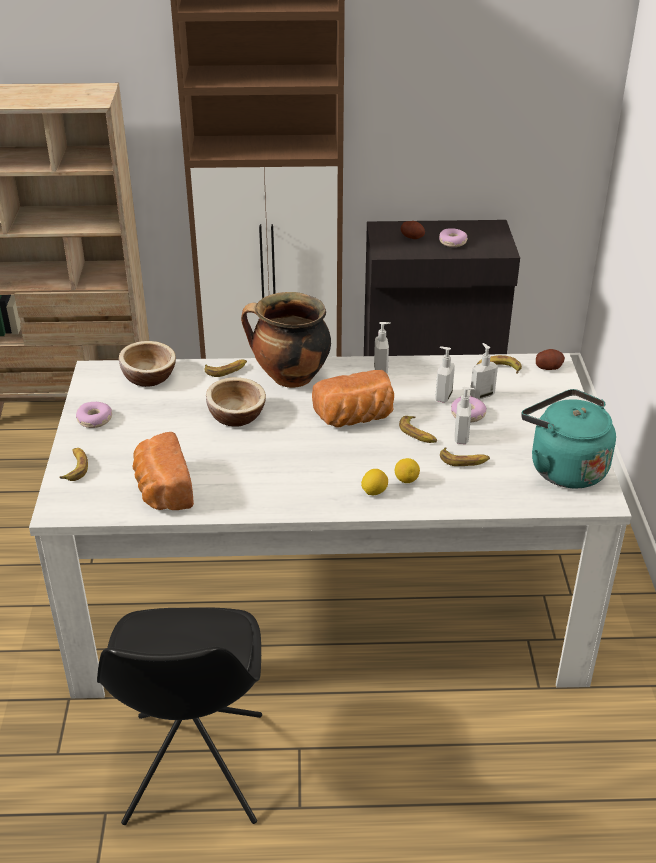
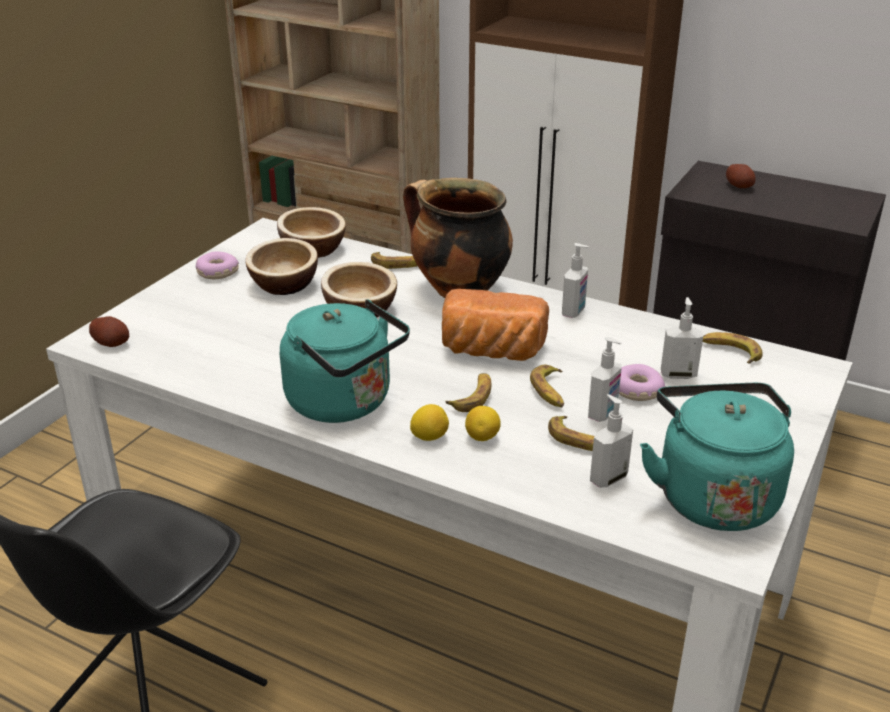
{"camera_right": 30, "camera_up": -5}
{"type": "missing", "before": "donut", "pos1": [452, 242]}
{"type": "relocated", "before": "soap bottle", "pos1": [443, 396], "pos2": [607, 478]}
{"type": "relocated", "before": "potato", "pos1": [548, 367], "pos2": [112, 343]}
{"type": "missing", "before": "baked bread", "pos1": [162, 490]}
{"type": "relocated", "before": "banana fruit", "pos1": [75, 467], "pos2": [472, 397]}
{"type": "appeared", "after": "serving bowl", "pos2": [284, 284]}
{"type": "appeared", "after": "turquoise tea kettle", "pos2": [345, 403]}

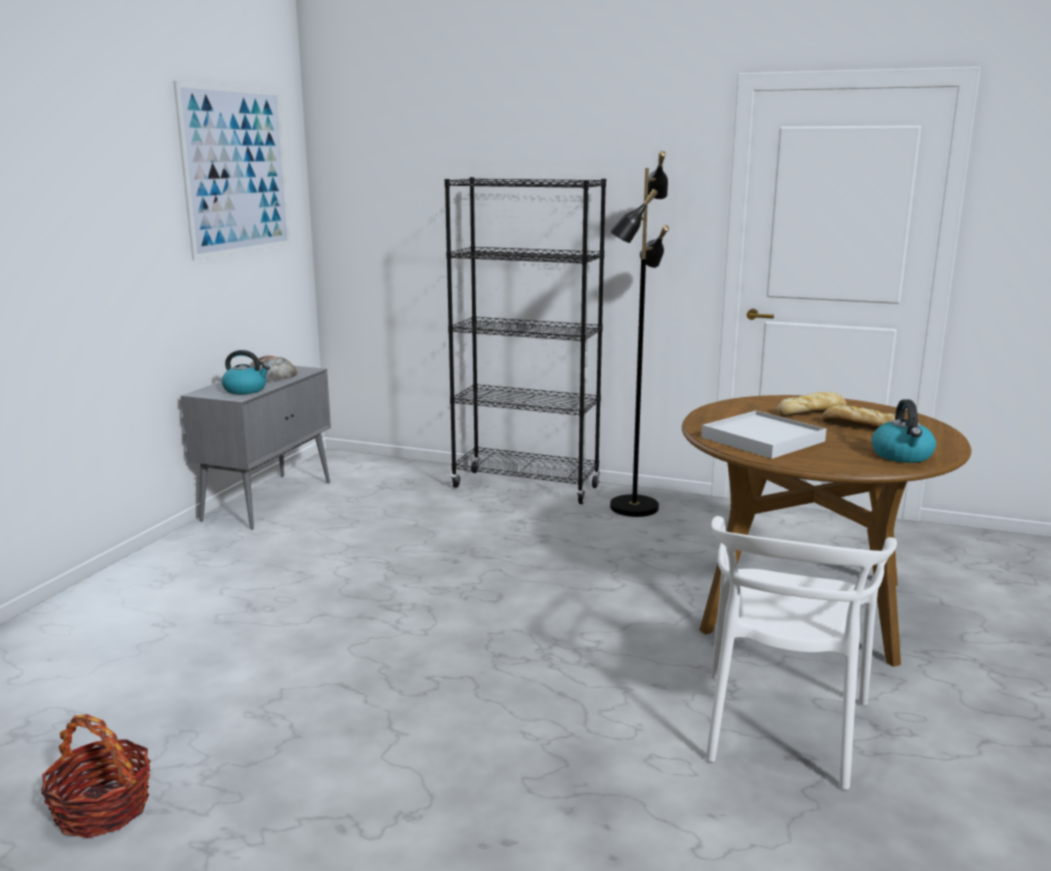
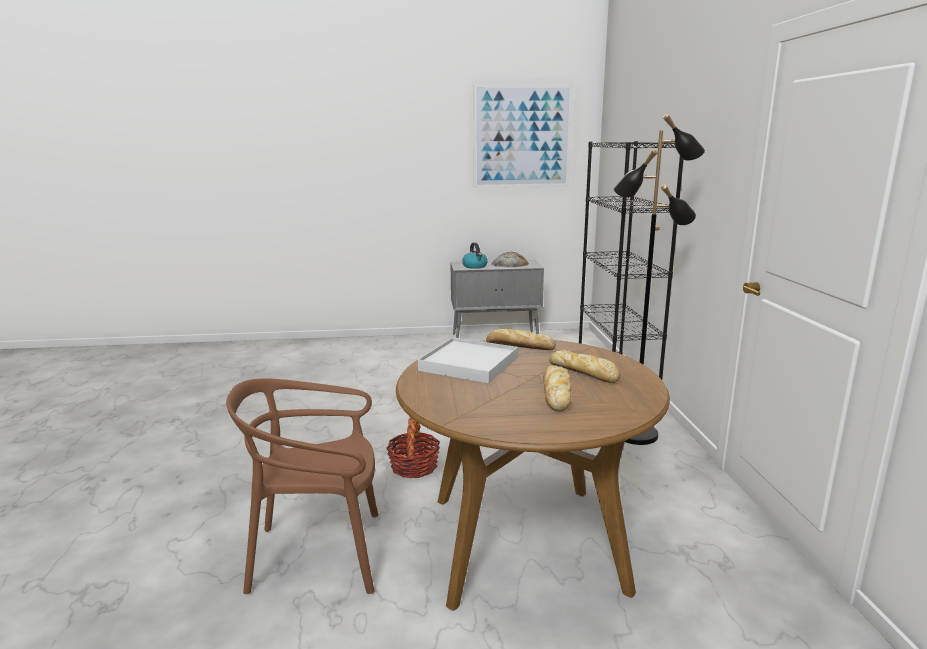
{"camera_right": 65, "camera_up": 0}
{"type": "missing", "before": "tea kettle", "pos1": [902, 456]}
{"type": "colour", "before": "white chair", "after": "brown-coloured chair", "pos1": [782, 726], "pos2": [319, 554]}
{"type": "relocated", "before": "basket", "pos1": [103, 809], "pos2": [414, 467]}
{"type": "appeared", "after": "baked bread", "pos2": [518, 346]}

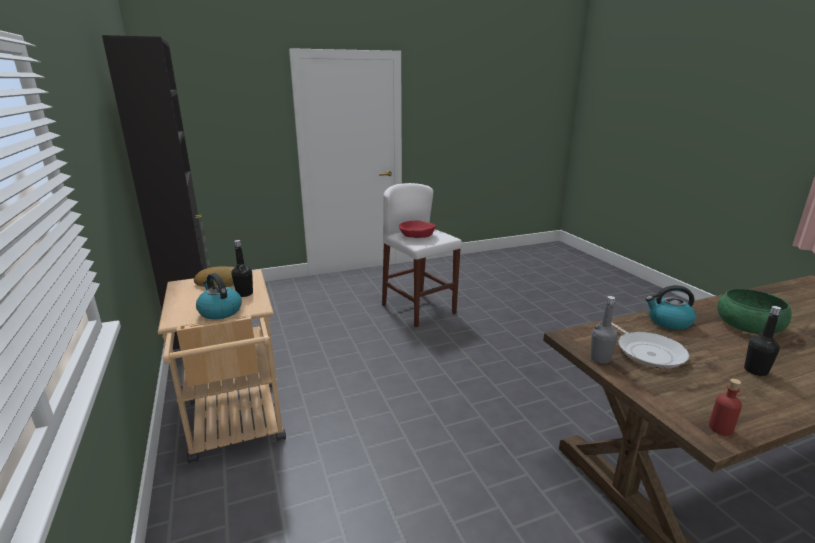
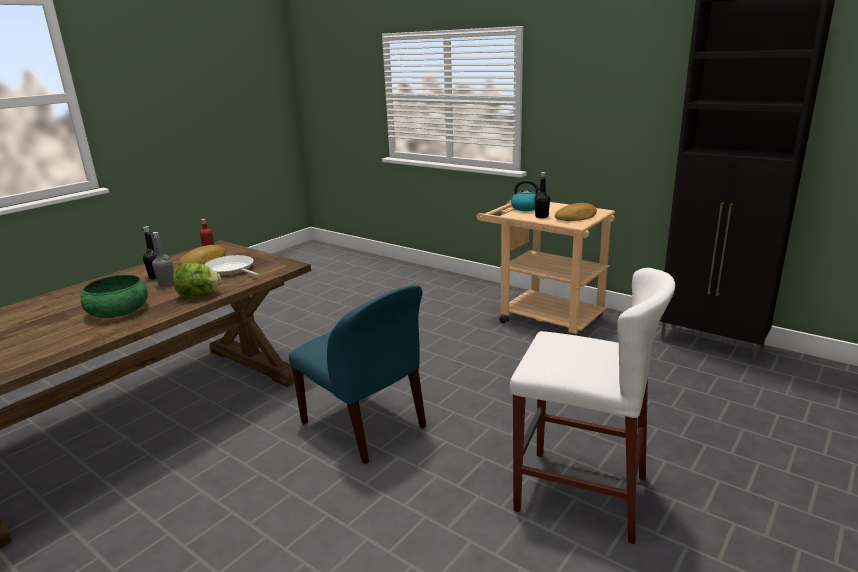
{"camera_right": 150, "camera_up": 0}
{"type": "missing", "before": "red-coloured serving bowl", "pos1": [417, 236]}
{"type": "exchanged", "before": "tea kettle", "after": "head of lettuce", "pos1": [668, 322], "pos2": [198, 295]}
{"type": "relocated", "before": "gray bottle", "pos1": [600, 359], "pos2": [166, 284]}
{"type": "appeared", "after": "baked bread", "pos2": [204, 261]}
{"type": "appeared", "after": "blue-coloured chair", "pos2": [365, 426]}

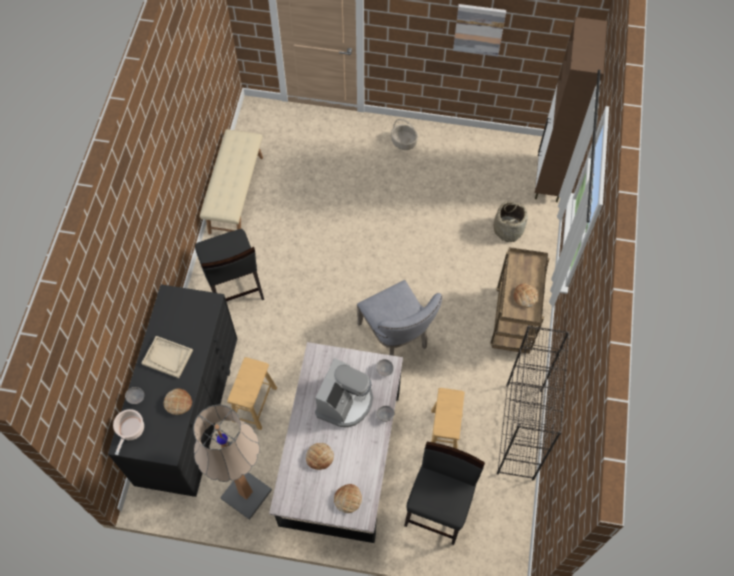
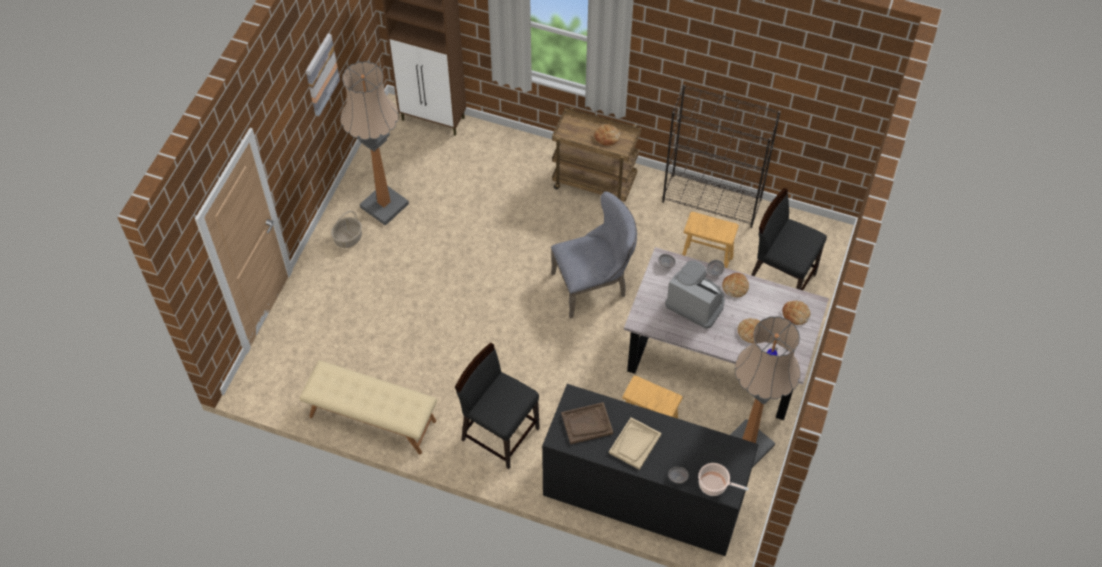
{"camera_right": -80, "camera_up": -5}
{"type": "missing", "before": "basket", "pos1": [508, 229]}
{"type": "spun", "before": "blackish chair", "pos1": [234, 287], "pos2": [500, 433], "turn": -135}
{"type": "relocated", "before": "baked bread", "pos1": [178, 402], "pos2": [735, 286]}
{"type": "appeared", "after": "standing lamp", "pos2": [384, 205]}
{"type": "appeared", "after": "brown-coloured carrying tray", "pos2": [587, 424]}

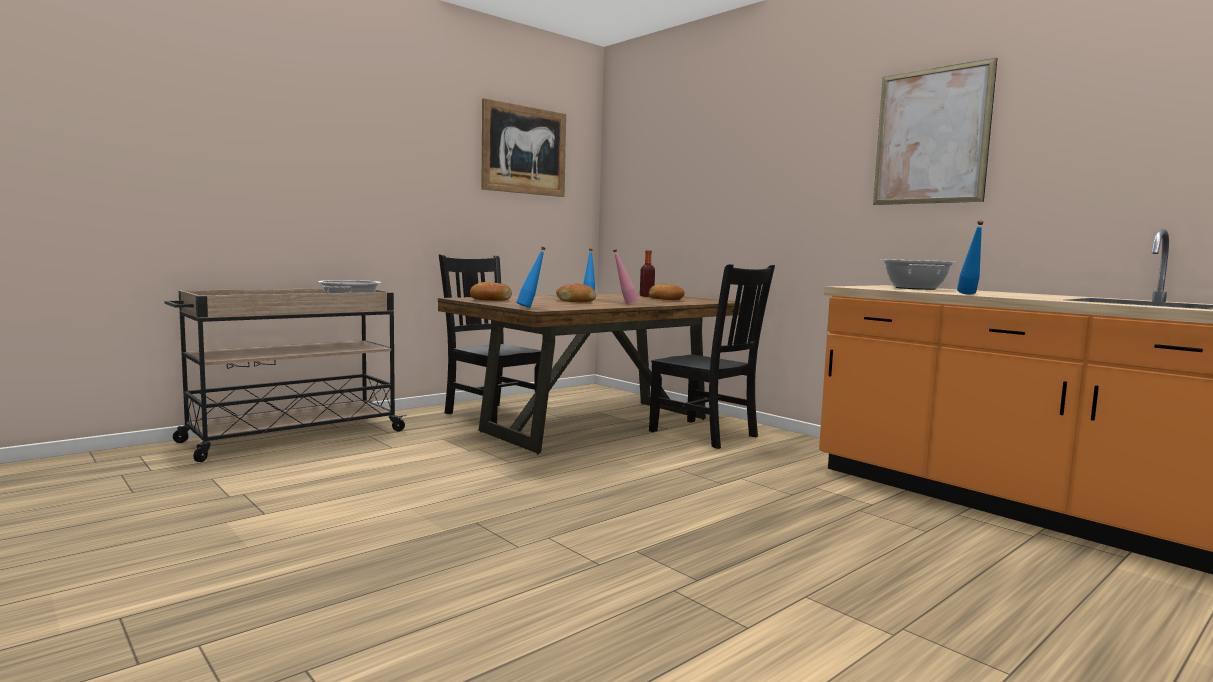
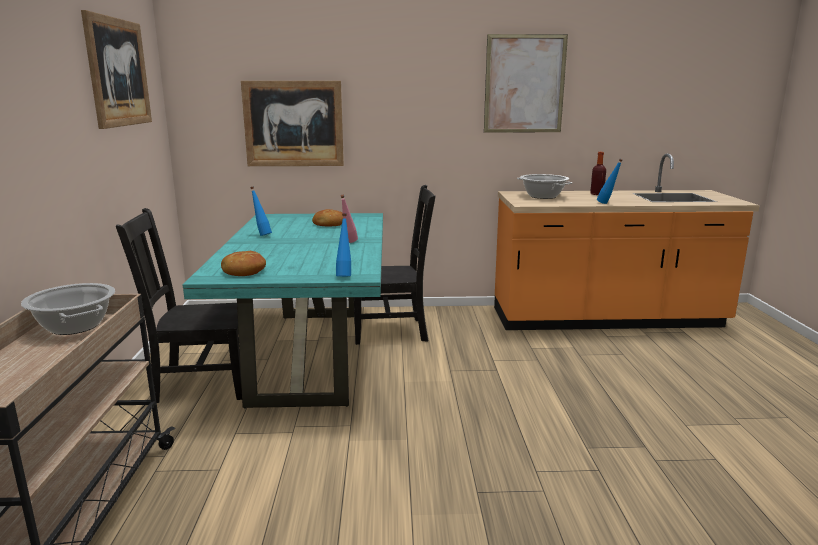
{"camera_right": -50, "camera_up": 10}
{"type": "relocated", "before": "bottle", "pos1": [646, 296], "pos2": [597, 194]}
{"type": "missing", "before": "baked bread", "pos1": [576, 301]}
{"type": "colour", "before": "brown-coloured kitchen table", "after": "turquoise kitchen table", "pos1": [598, 425], "pos2": [310, 354]}
{"type": "appeared", "after": "picture", "pos2": [293, 124]}

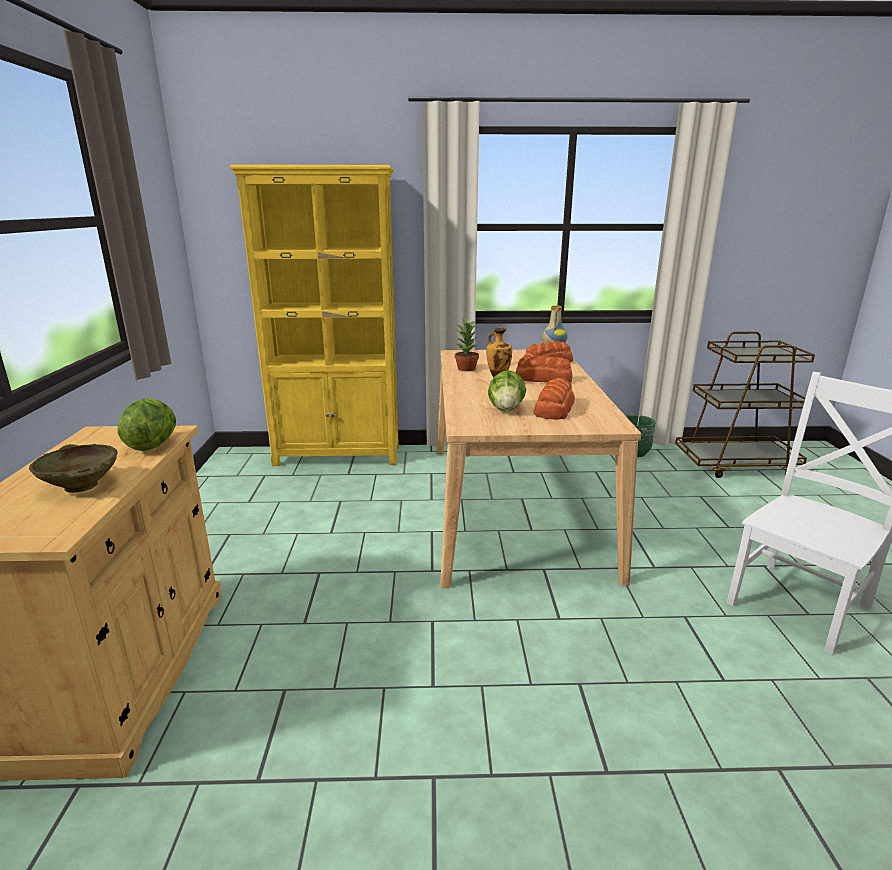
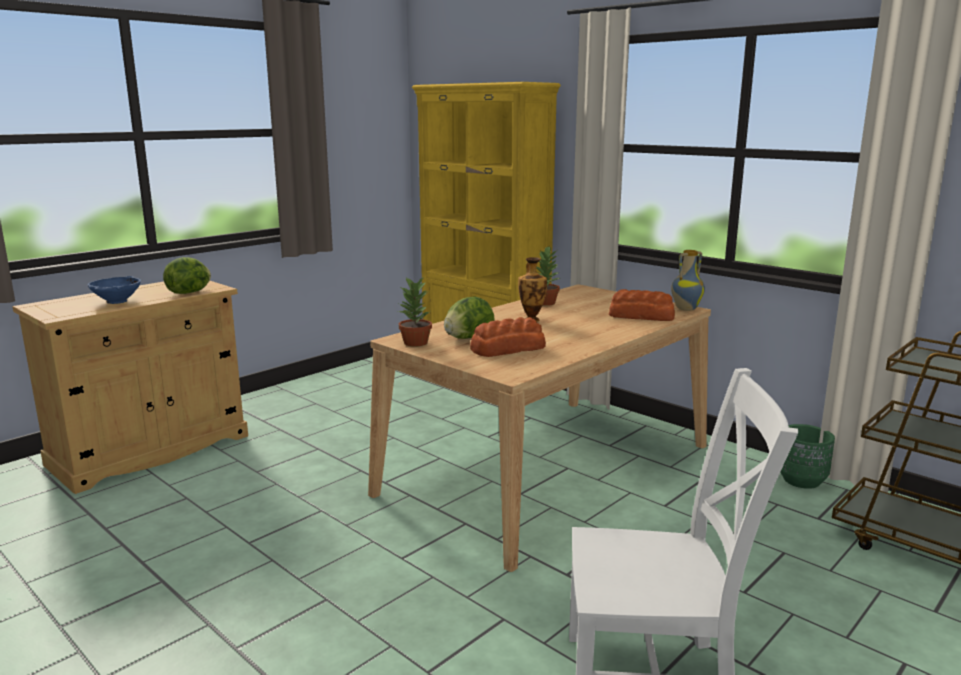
{"camera_right": 45, "camera_up": -5}
{"type": "missing", "before": "baked bread", "pos1": [543, 379]}
{"type": "colour", "before": "beige-coloured serving bowl", "after": "blue-coloured serving bowl", "pos1": [81, 486], "pos2": [117, 301]}
{"type": "appeared", "after": "potted plant", "pos2": [416, 343]}

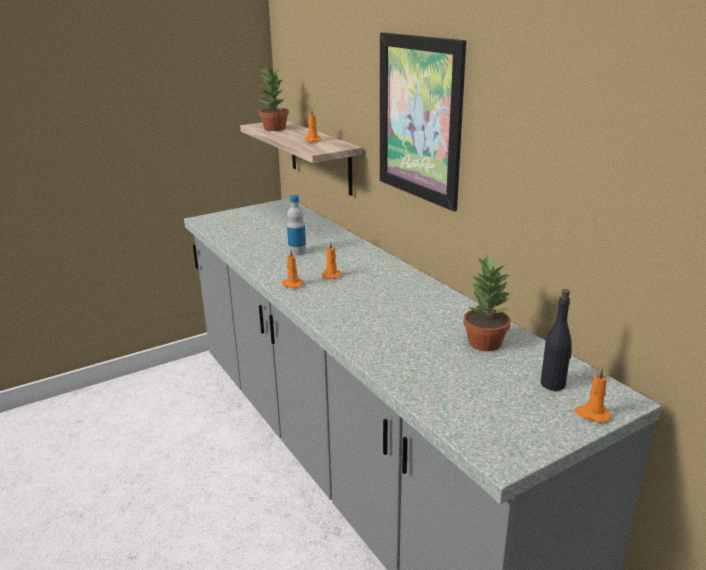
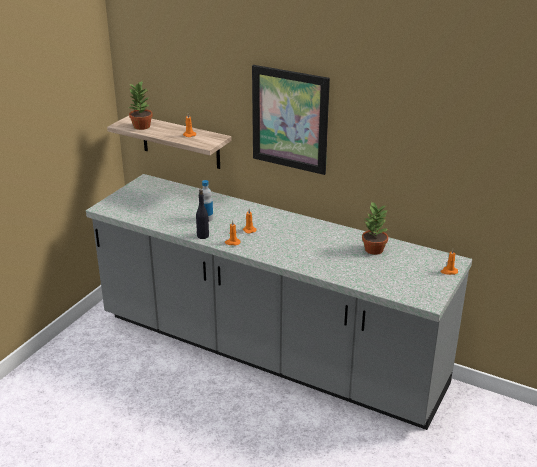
{"camera_right": -30, "camera_up": 5}
{"type": "relocated", "before": "blackish bottle", "pos1": [553, 384], "pos2": [203, 236]}

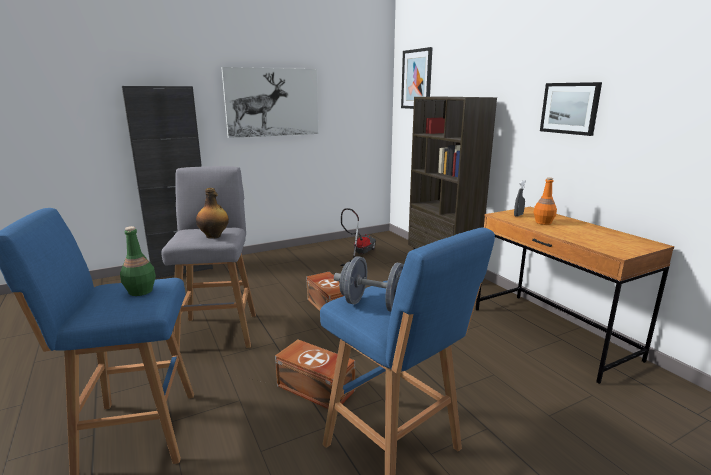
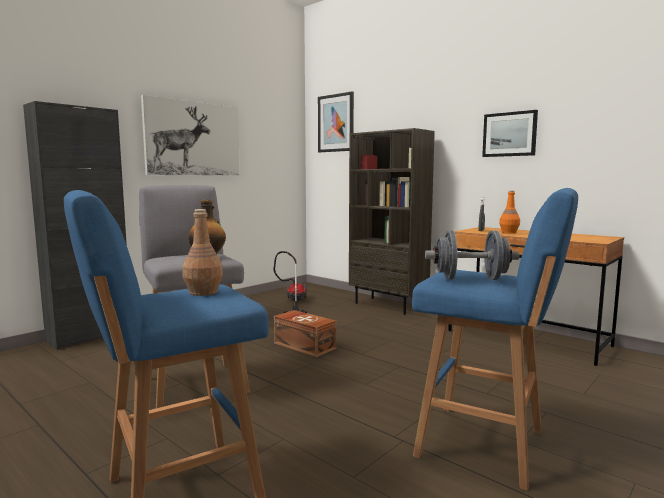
{"camera_right": -20, "camera_up": -10}
{"type": "colour", "before": "greenish bottle", "after": "brown-coloured bottle", "pos1": [141, 291], "pos2": [204, 292]}
{"type": "missing", "before": "brown-coloured storage bin", "pos1": [315, 389]}

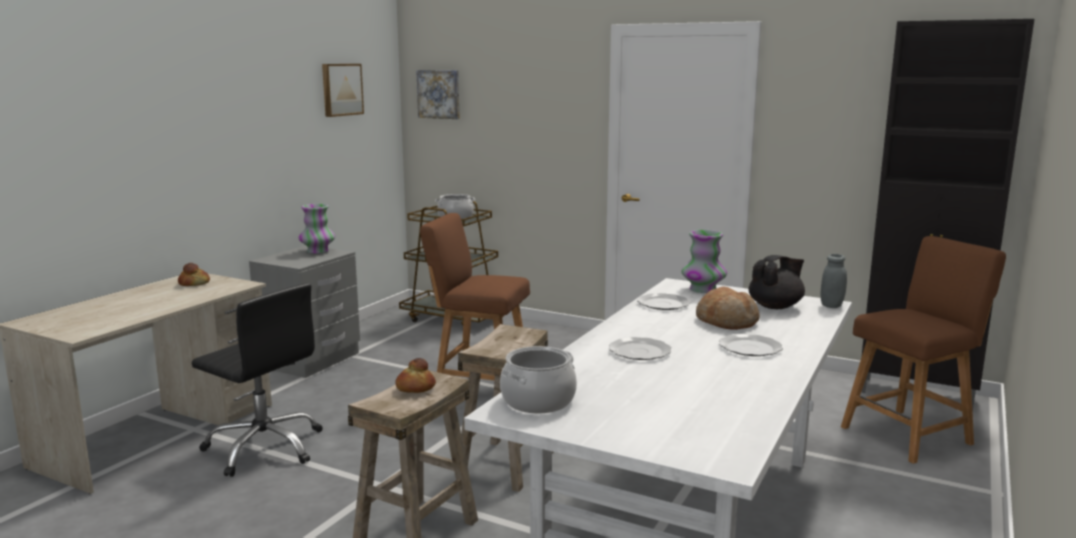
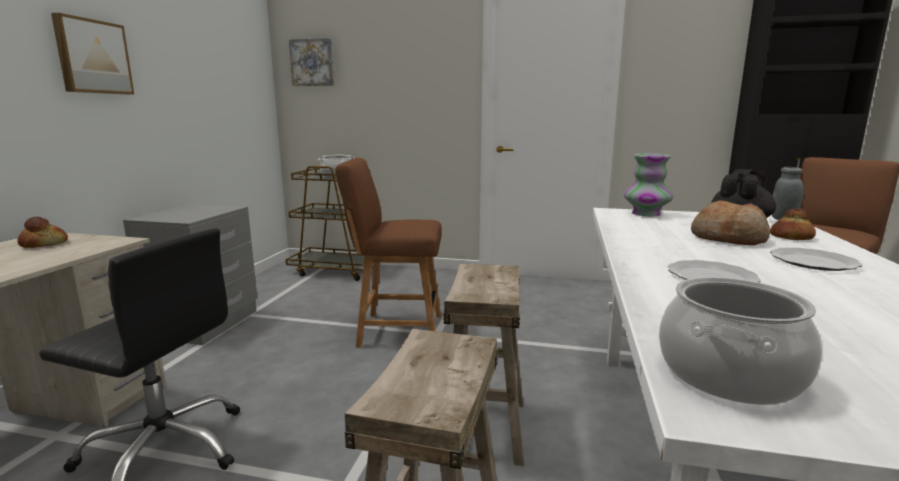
{"camera_right": -15, "camera_up": 0}
{"type": "relocated", "before": "picture", "pos1": [341, 89], "pos2": [92, 57]}
{"type": "missing", "before": "decorative vase", "pos1": [317, 251]}
{"type": "missing", "before": "plate", "pos1": [663, 304]}
{"type": "relocated", "before": "baked bread", "pos1": [415, 387], "pos2": [792, 237]}

